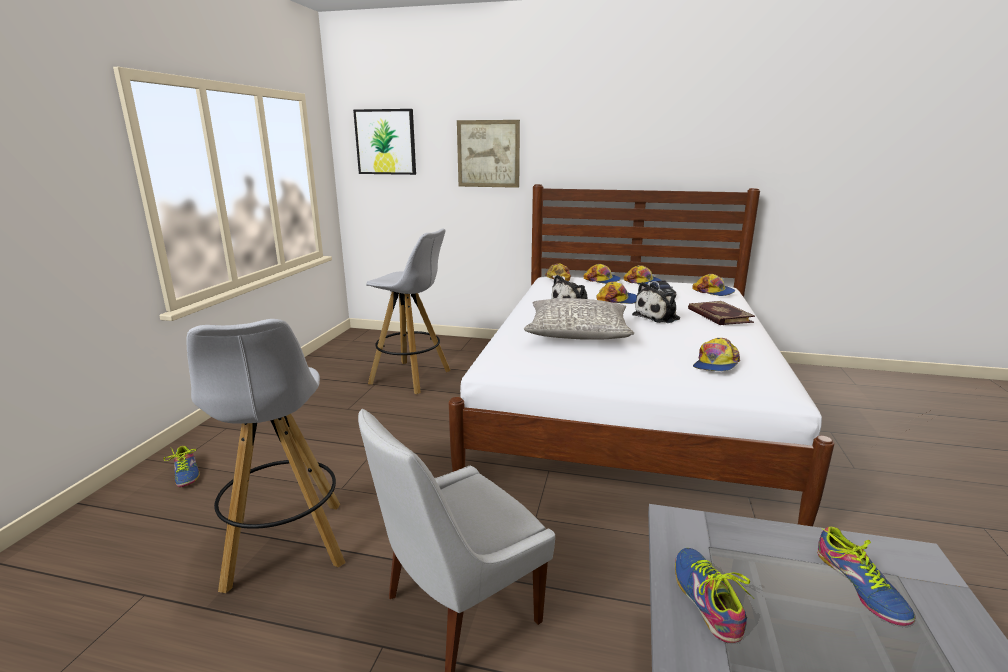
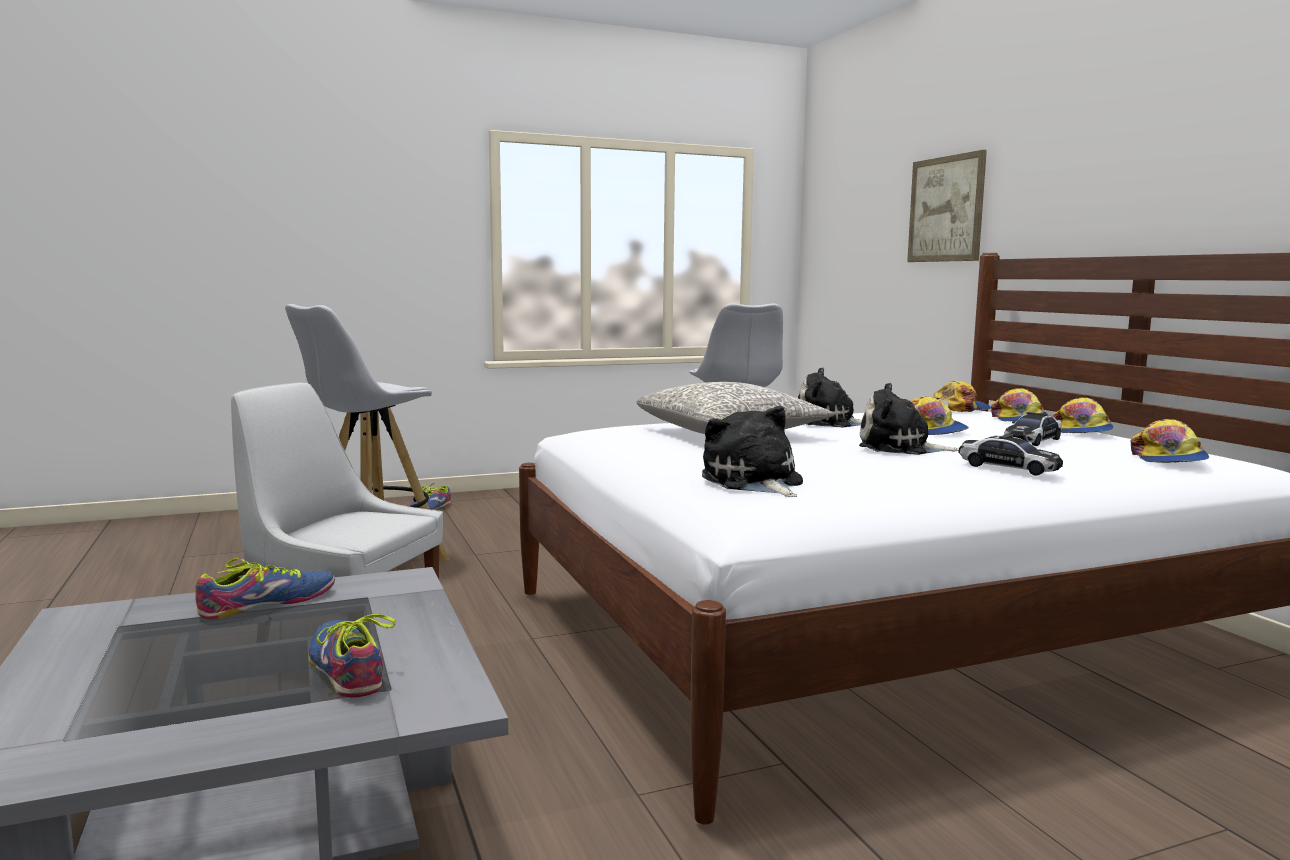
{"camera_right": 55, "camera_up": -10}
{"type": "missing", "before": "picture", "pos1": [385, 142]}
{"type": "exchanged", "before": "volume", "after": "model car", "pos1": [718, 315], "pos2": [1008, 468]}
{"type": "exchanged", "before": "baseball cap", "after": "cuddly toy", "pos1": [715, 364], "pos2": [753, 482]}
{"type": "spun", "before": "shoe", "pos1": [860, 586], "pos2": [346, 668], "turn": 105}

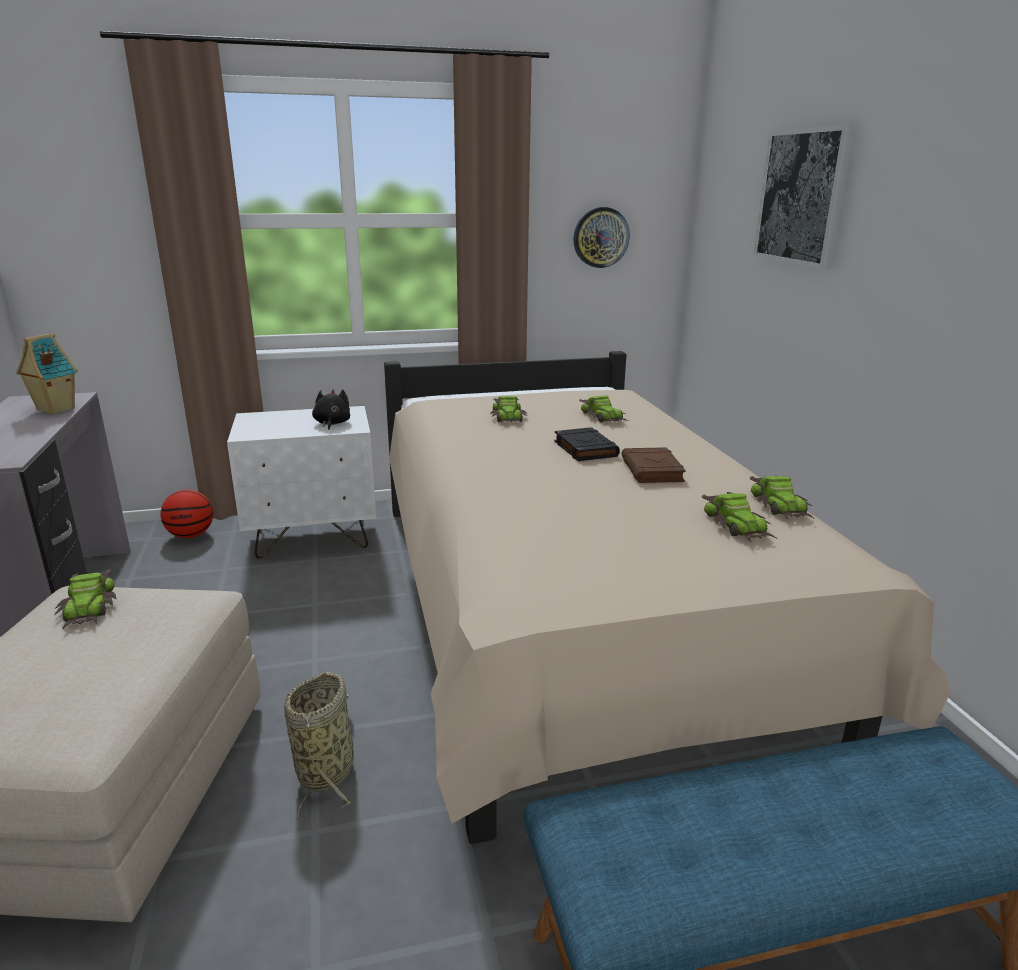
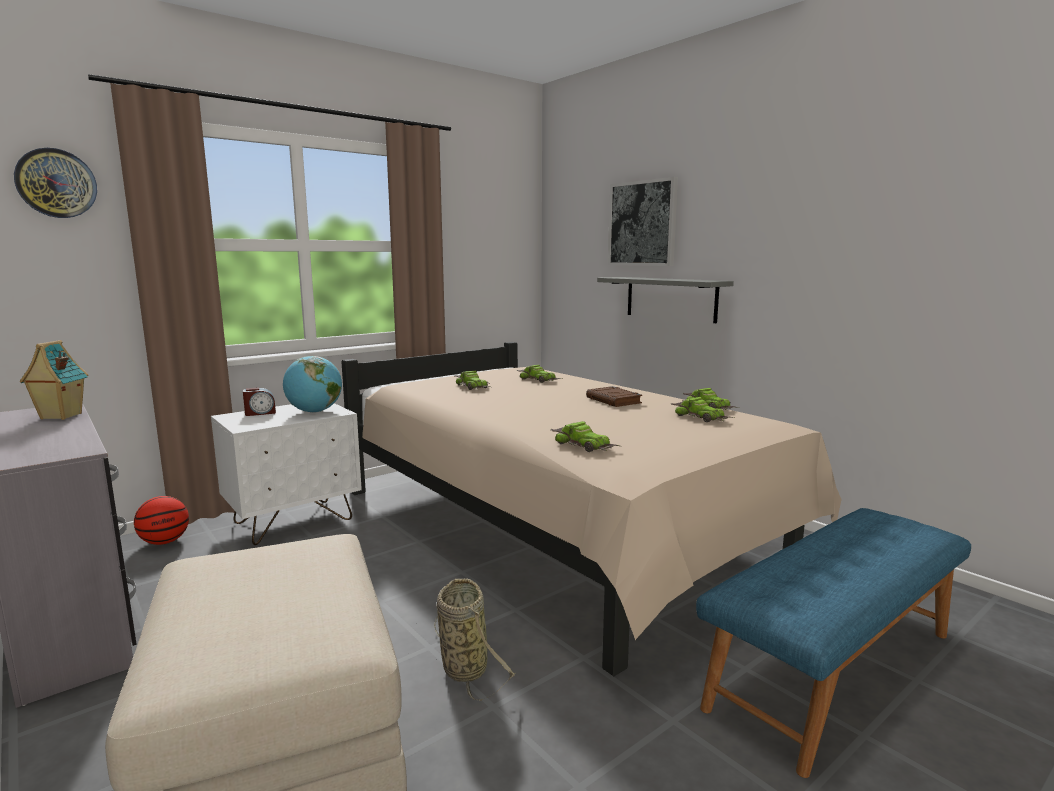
{"camera_right": -25, "camera_up": -10}
{"type": "relocated", "before": "hanging clock", "pos1": [600, 237], "pos2": [56, 183]}
{"type": "exchanged", "before": "blackish cuddly toy", "after": "globe", "pos1": [332, 423], "pos2": [314, 412]}
{"type": "missing", "before": "blackish volume", "pos1": [584, 449]}
{"type": "relocated", "before": "model car", "pos1": [89, 606], "pos2": [584, 445]}
{"type": "appeared", "after": "gray bracket shelf", "pos2": [670, 298]}
{"type": "appeared", "after": "bedside clock", "pos2": [260, 413]}

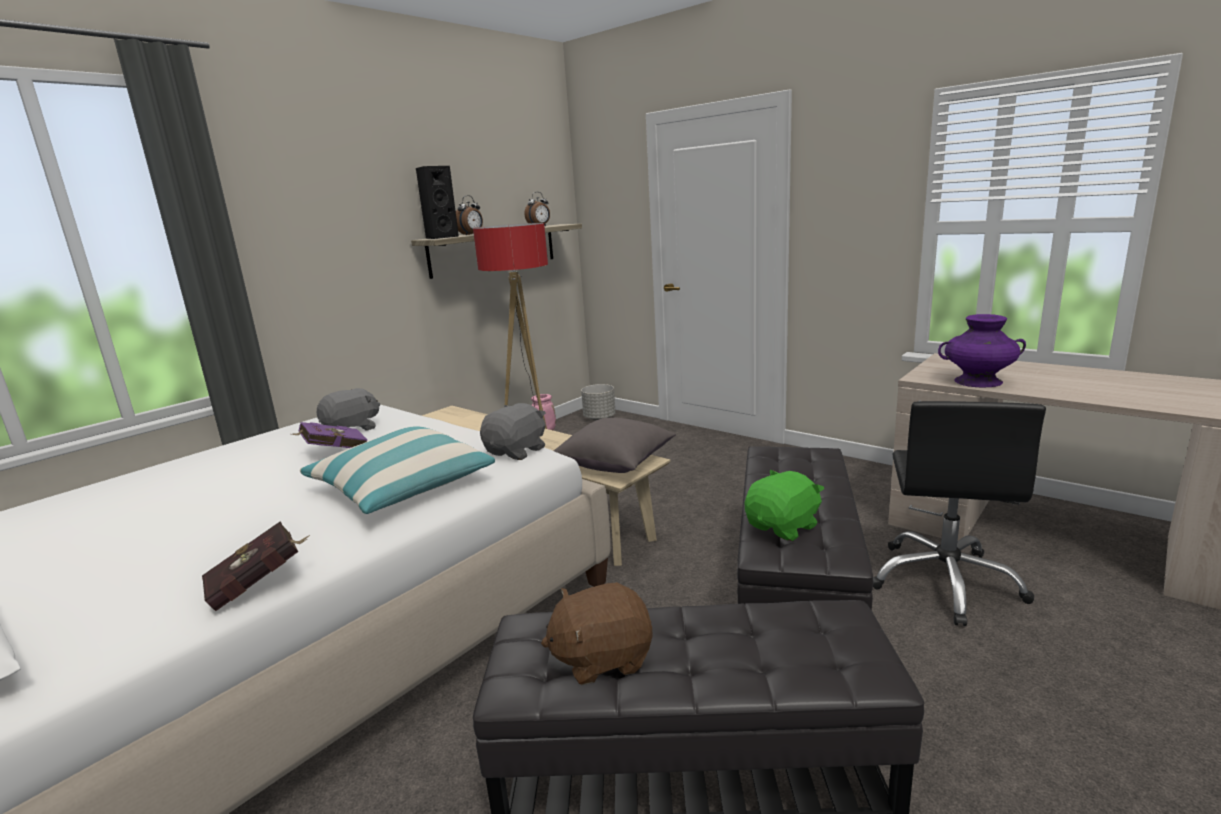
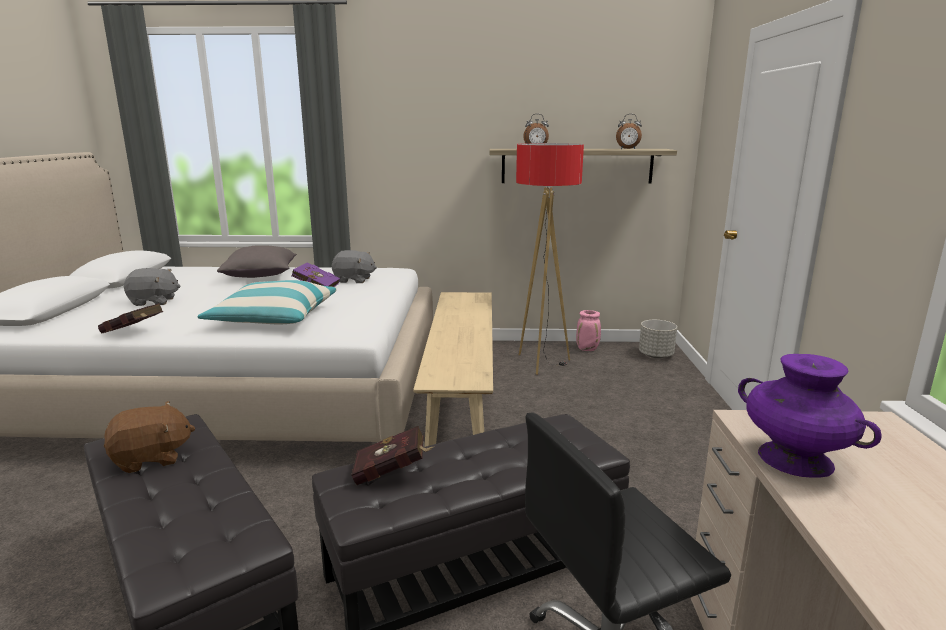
{"camera_right": 50, "camera_up": 0}
{"type": "missing", "before": "blackish audio speaker", "pos1": [440, 237]}
{"type": "relocated", "before": "gray cuddly toy", "pos1": [517, 451], "pos2": [154, 302]}
{"type": "relocated", "before": "gray pillow", "pos1": [615, 463], "pos2": [261, 276]}
{"type": "exchanged", "before": "greenish cuddly toy", "after": "red-coloured volume", "pos1": [783, 527], "pos2": [393, 473]}
{"type": "spun", "before": "brown-coloured cuddly toy", "pos1": [602, 658], "pos2": [152, 458], "turn": 120}

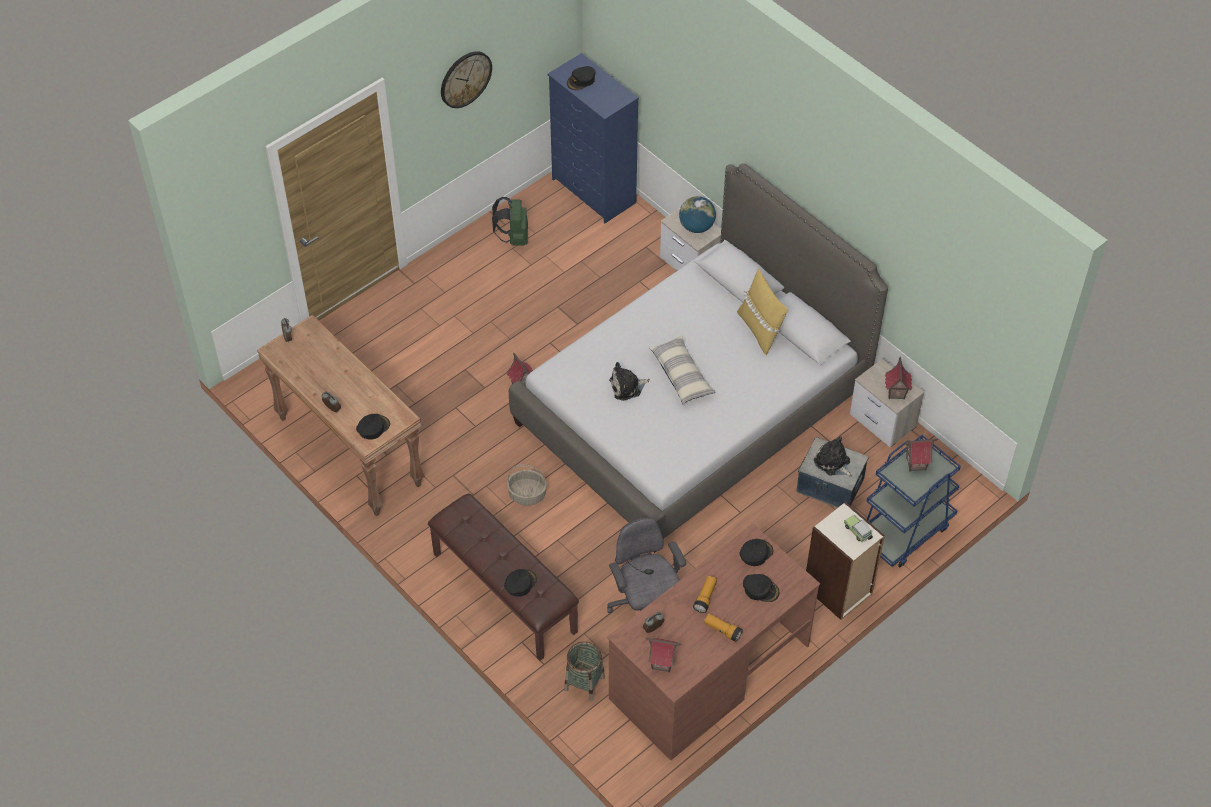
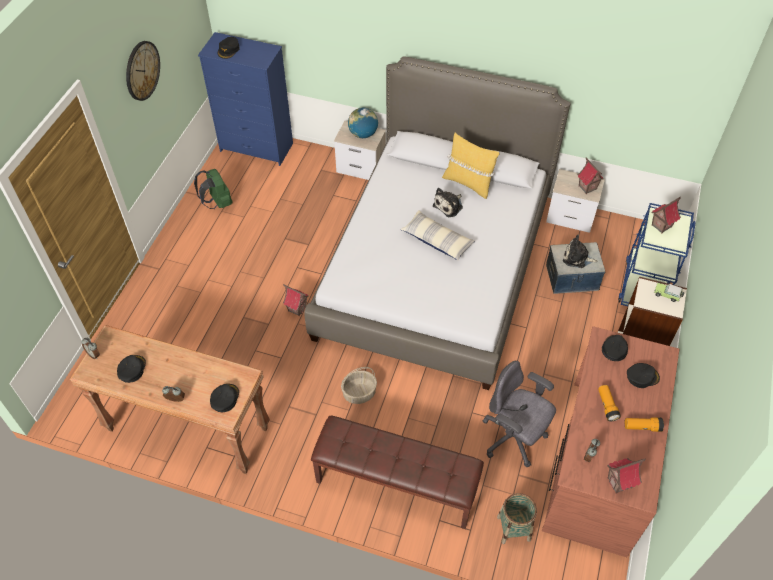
{"camera_right": -30, "camera_up": 0}
{"type": "relocated", "before": "cuddly toy", "pos1": [627, 387], "pos2": [449, 206]}
{"type": "relocated", "before": "blackish baseball cap", "pos1": [520, 583], "pos2": [131, 369]}

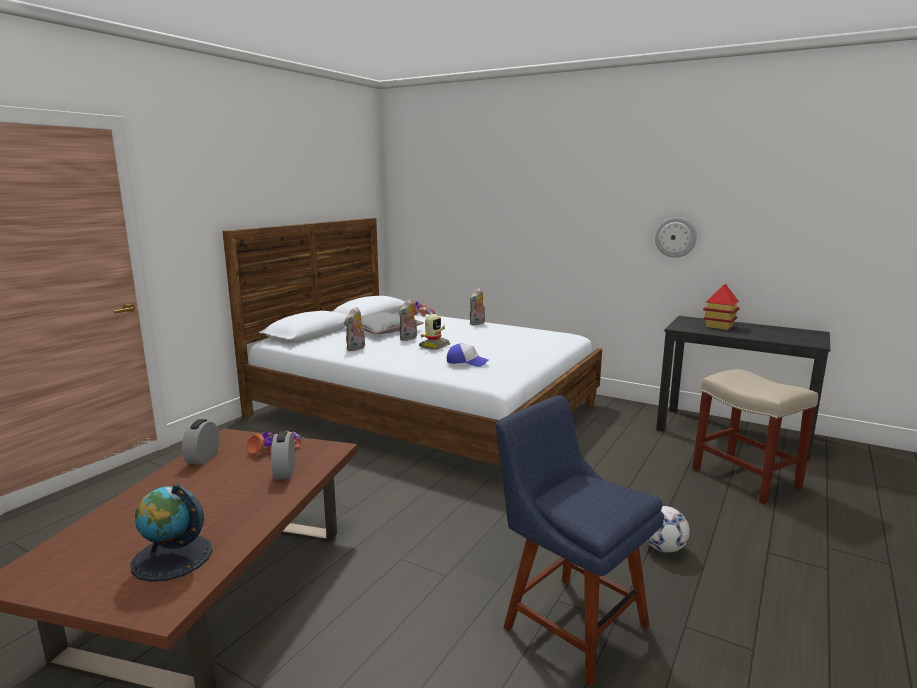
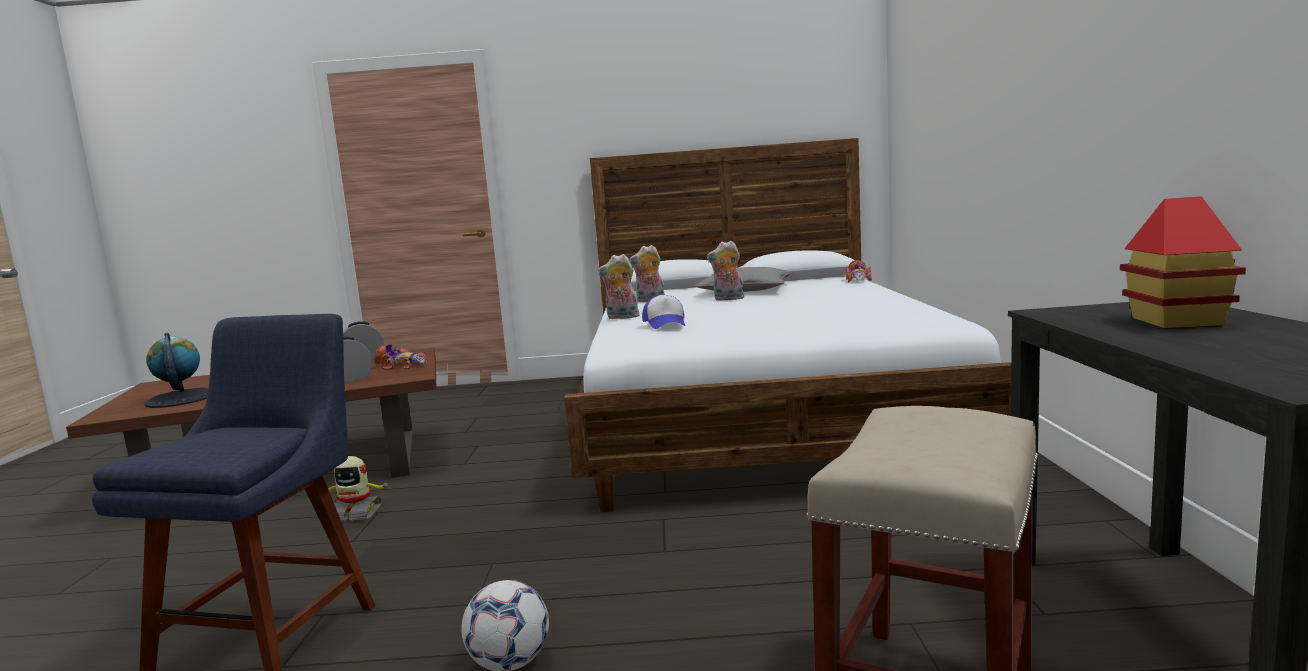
{"camera_right": 60, "camera_up": -5}
{"type": "missing", "before": "hanging clock", "pos1": [675, 237]}
{"type": "relocated", "before": "cuddly toy", "pos1": [477, 323], "pos2": [621, 317]}
{"type": "relocated", "before": "model robot", "pos1": [433, 346], "pos2": [356, 513]}

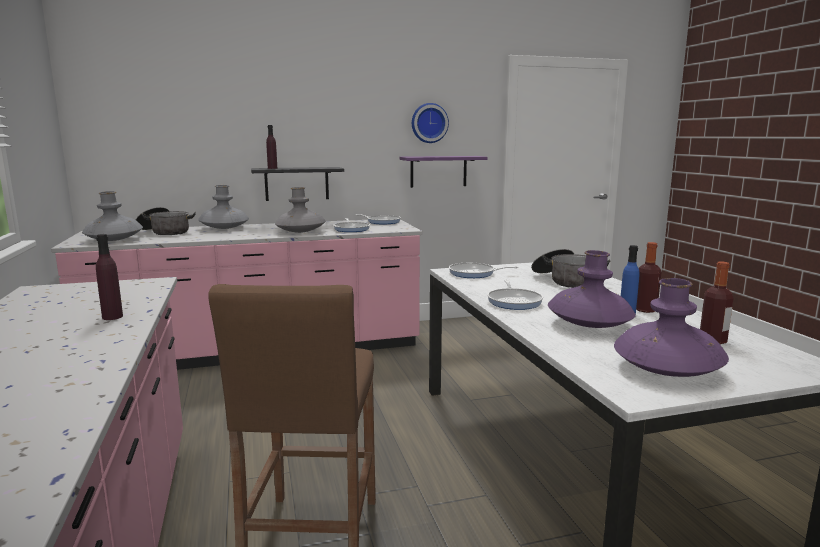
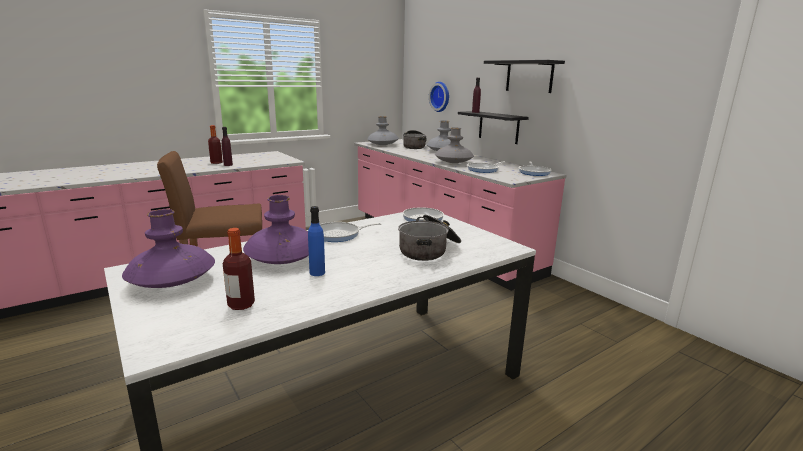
{"camera_right": 70, "camera_up": 5}
{"type": "relocated", "before": "hanging clock", "pos1": [429, 123], "pos2": [441, 96]}
{"type": "missing", "before": "purplish bracket shelf", "pos1": [438, 171]}
{"type": "relocated", "before": "bottle", "pos1": [645, 310], "pos2": [216, 162]}
{"type": "appeared", "after": "blackish bracket shelf", "pos2": [529, 76]}

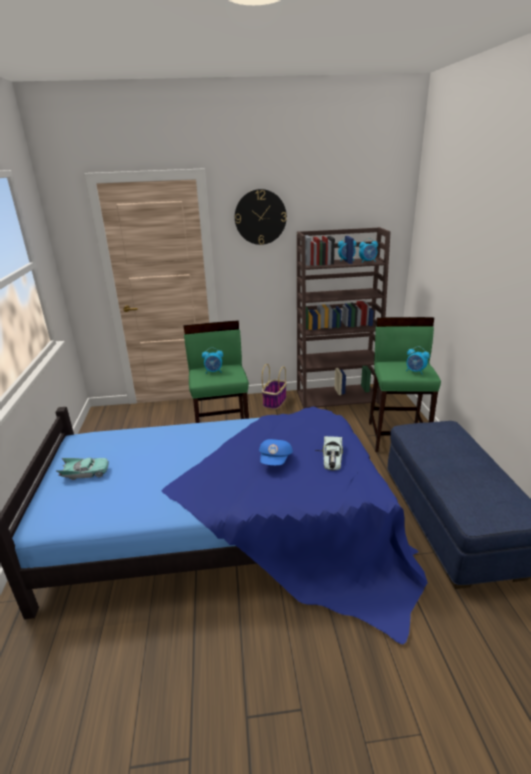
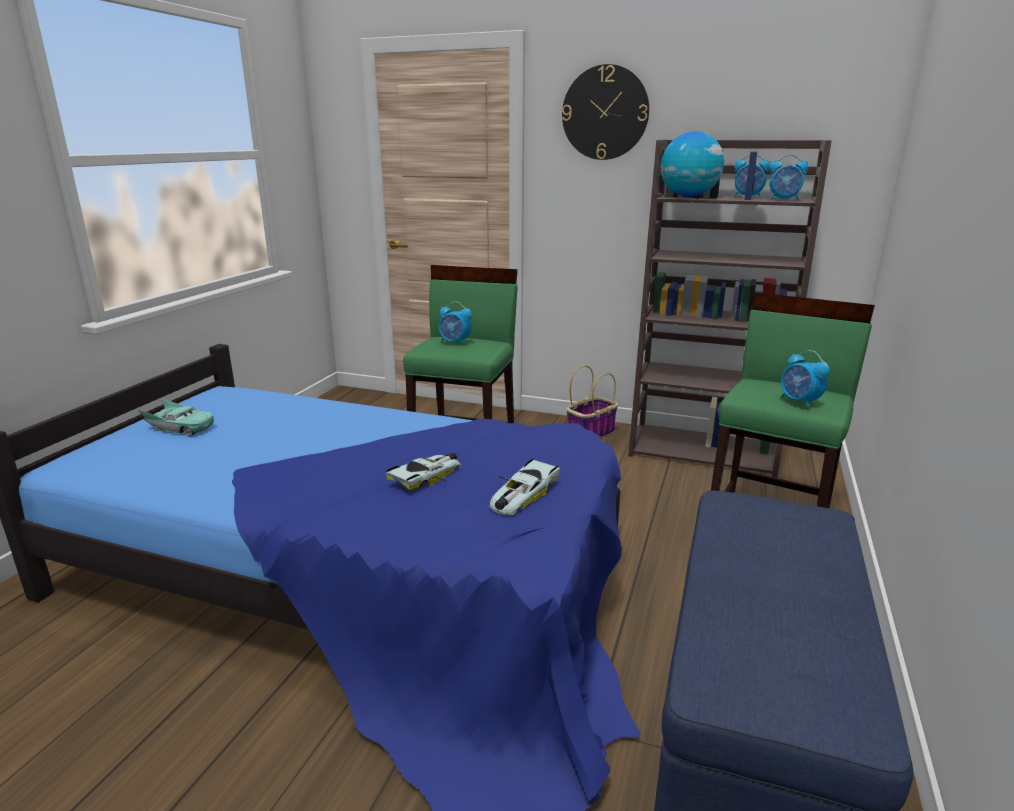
{"camera_right": 25, "camera_up": -5}
{"type": "exchanged", "before": "blue-coloured baseball cap", "after": "model car", "pos1": [275, 460], "pos2": [428, 476]}
{"type": "appeared", "after": "globe", "pos2": [688, 197]}

